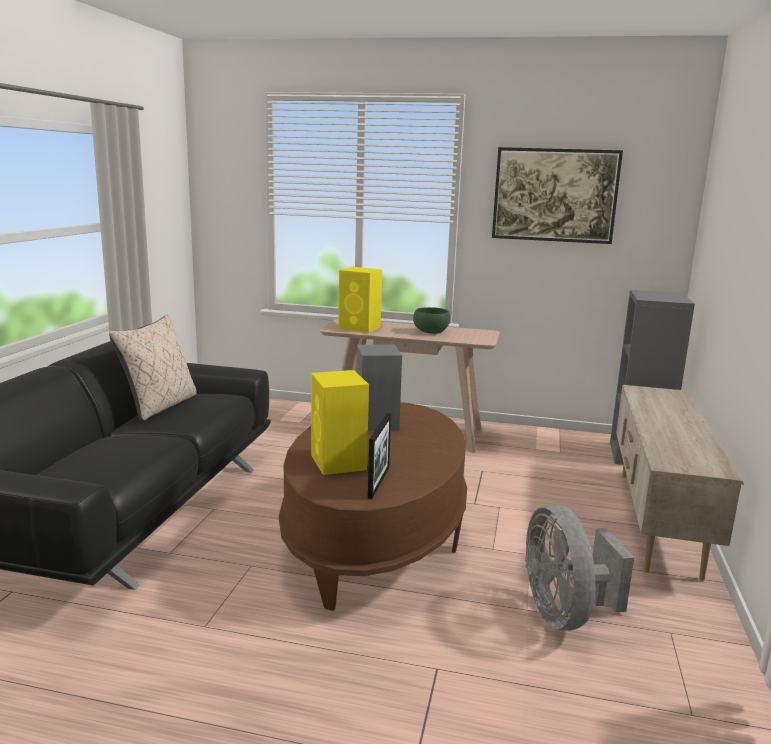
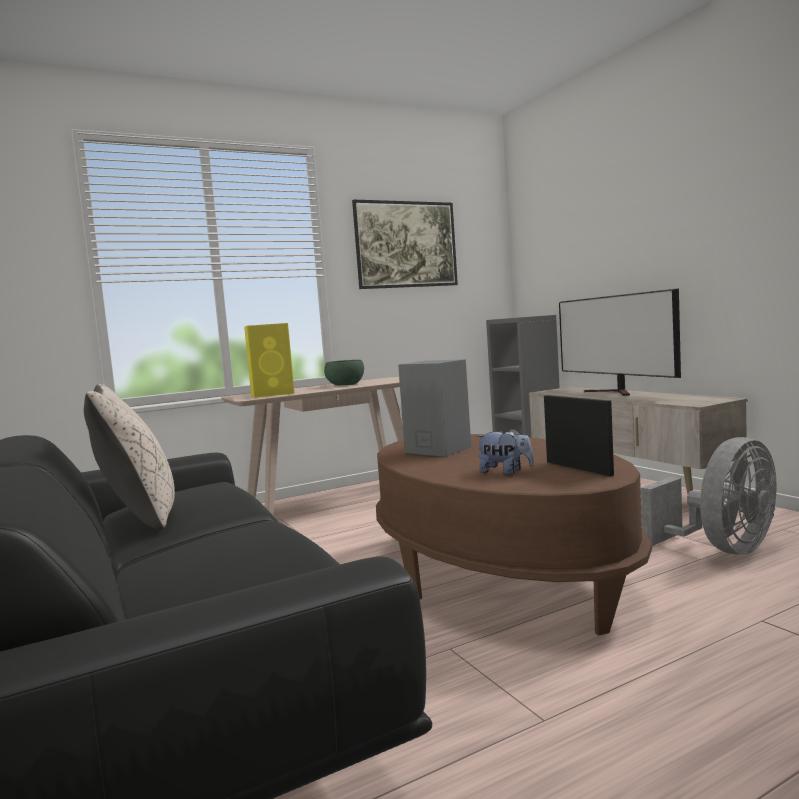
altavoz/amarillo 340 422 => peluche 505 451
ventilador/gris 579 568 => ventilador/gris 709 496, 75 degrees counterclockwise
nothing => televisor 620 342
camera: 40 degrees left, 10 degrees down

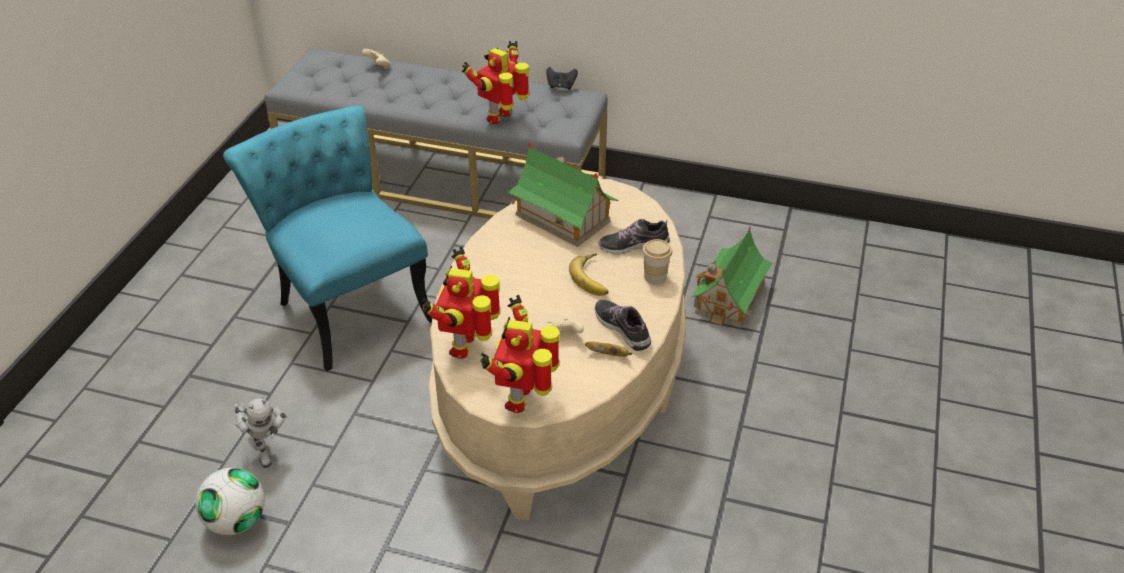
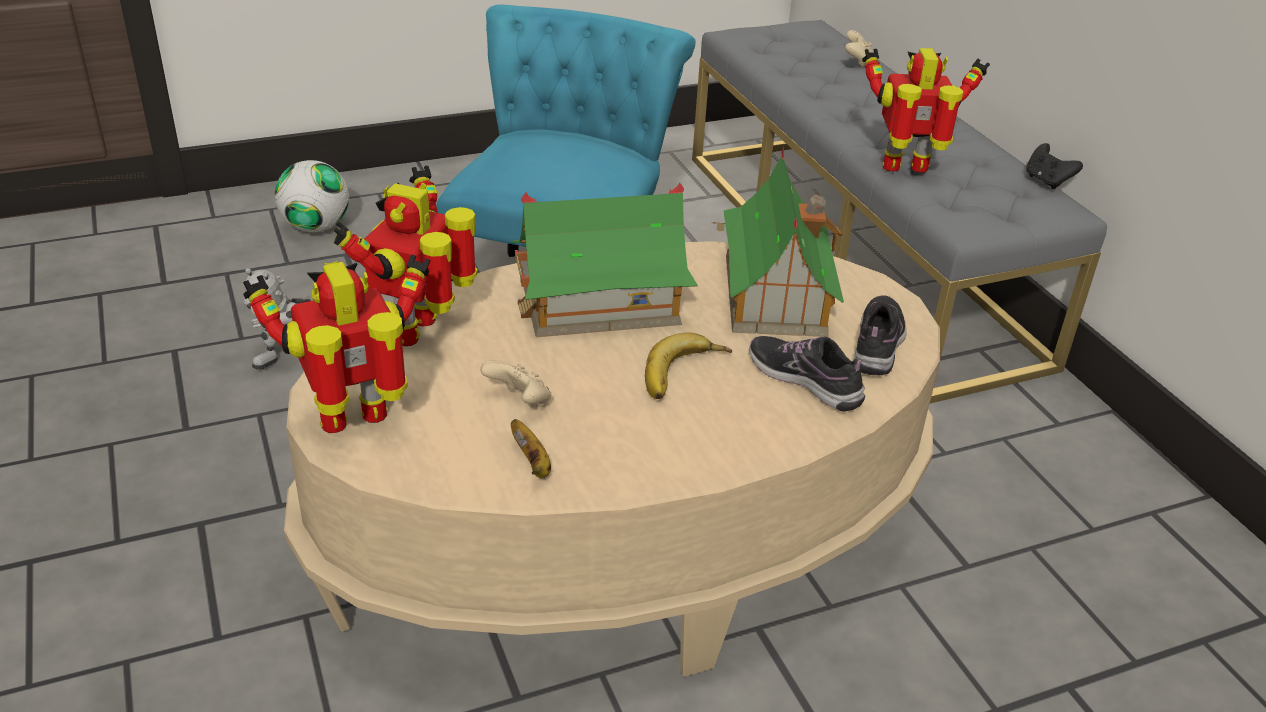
balón de fútbol 230 501 => balón de fútbol 312 196, relocated
robot de juguete 462 303 => robot de juguete 405 256, 45 degrees counterclockwise
zapato 622 325 => zapato 880 335, relocated
taza 657 261 => nothing
casita 732 277 => casita 604 259, relocated
camera: 50 degrees right, 5 degrees down

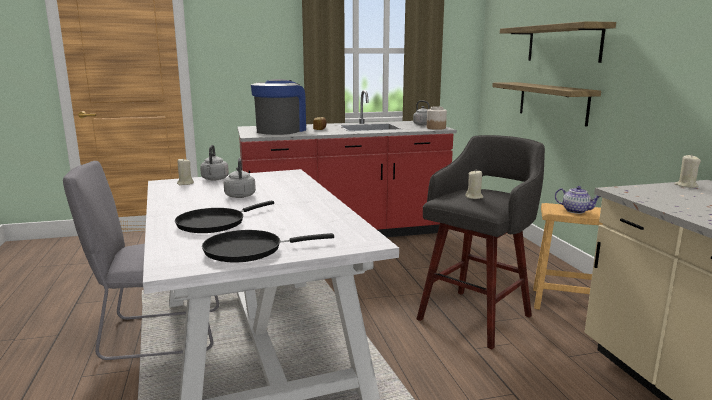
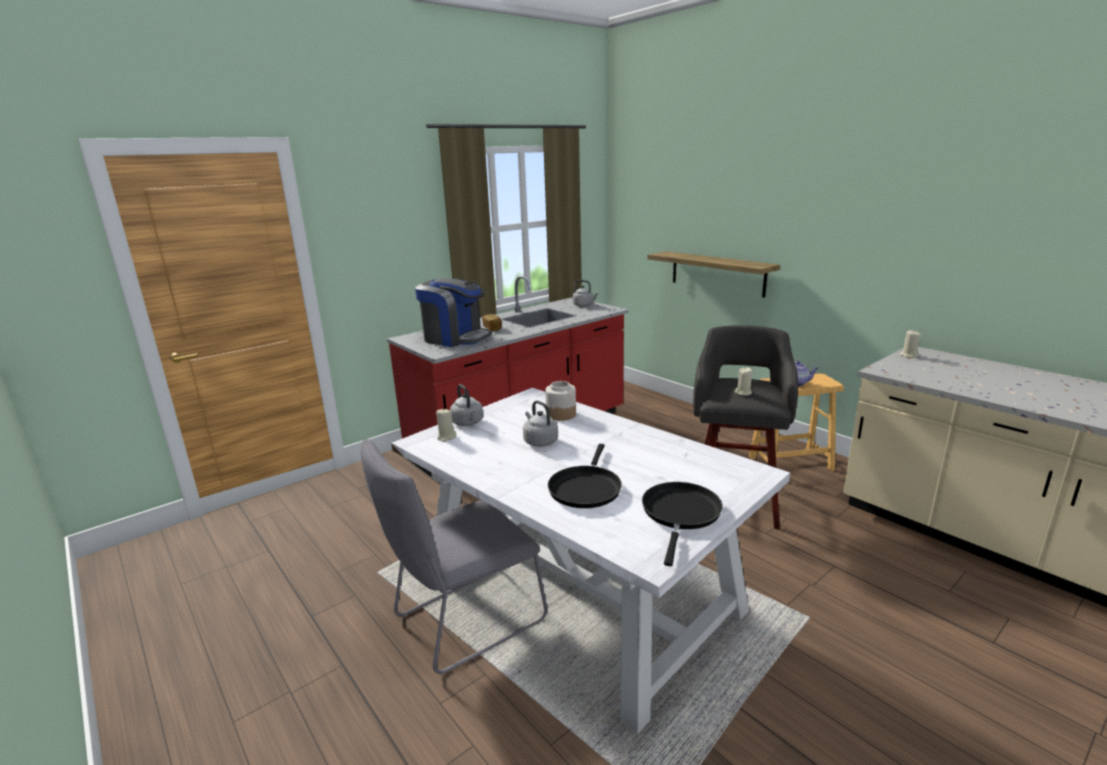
sartén/negro 268 246 => sartén/negro 682 524, 150 degrees clockwise
cafetera 278 107 => cafetera 453 312, 120 degrees clockwise
tarro 437 118 => tarro 560 401, relocated
estante 558 42 => nothing
camera: 25 degrees left, 5 degrees up

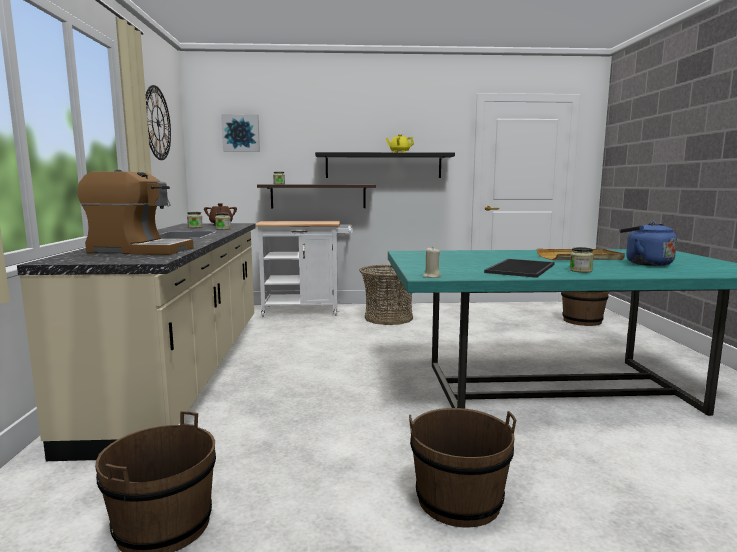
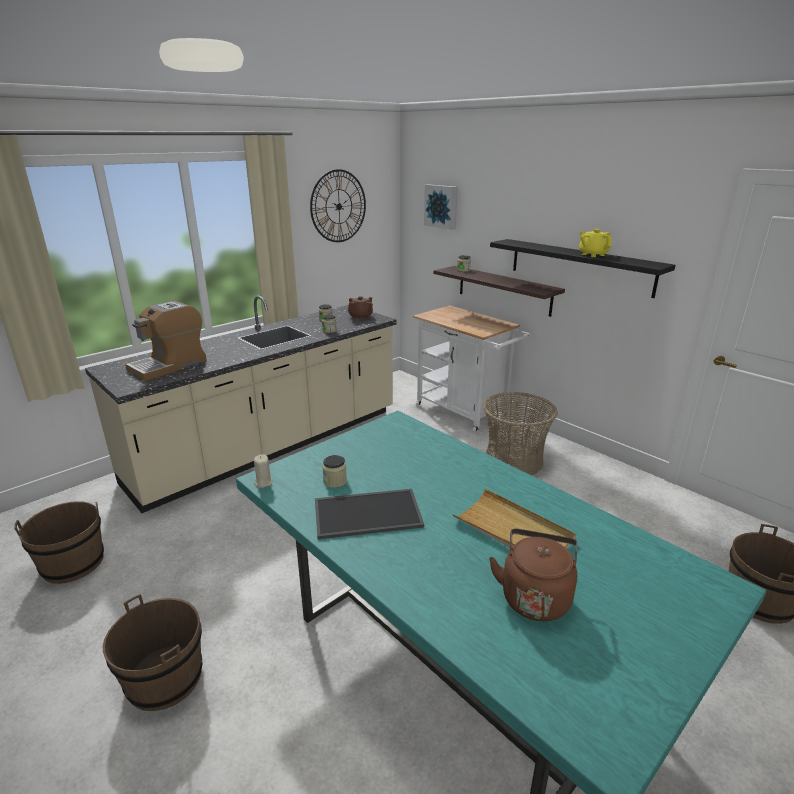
cafetera 135 212 => cafetera 166 341, 75 degrees clockwise
tarro 582 260 => tarro 335 471, relocated
hervidor/azul 648 244 => hervidor/marrón 533 575
camera: 50 degrees right, 15 degrees up

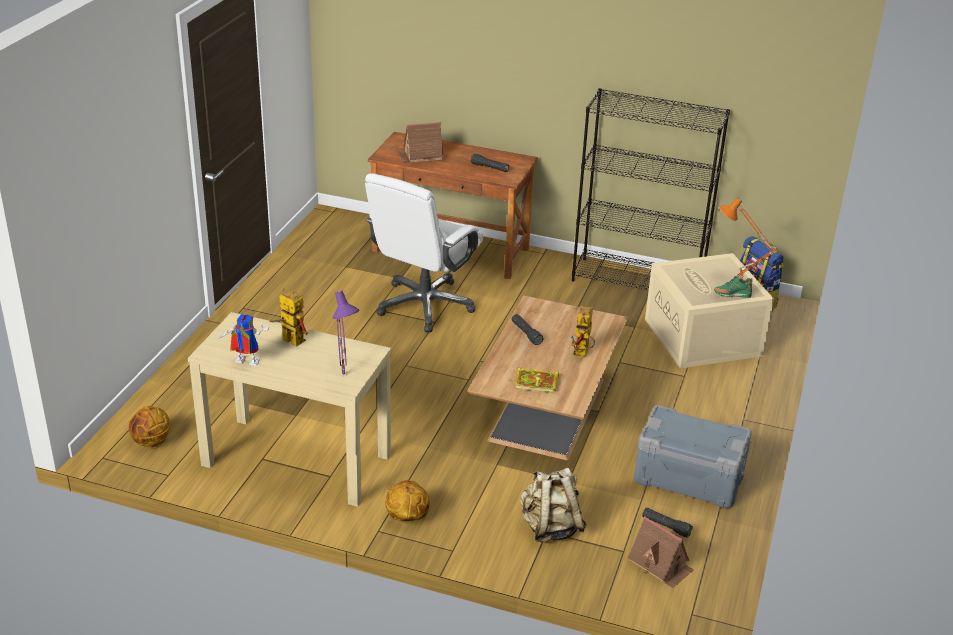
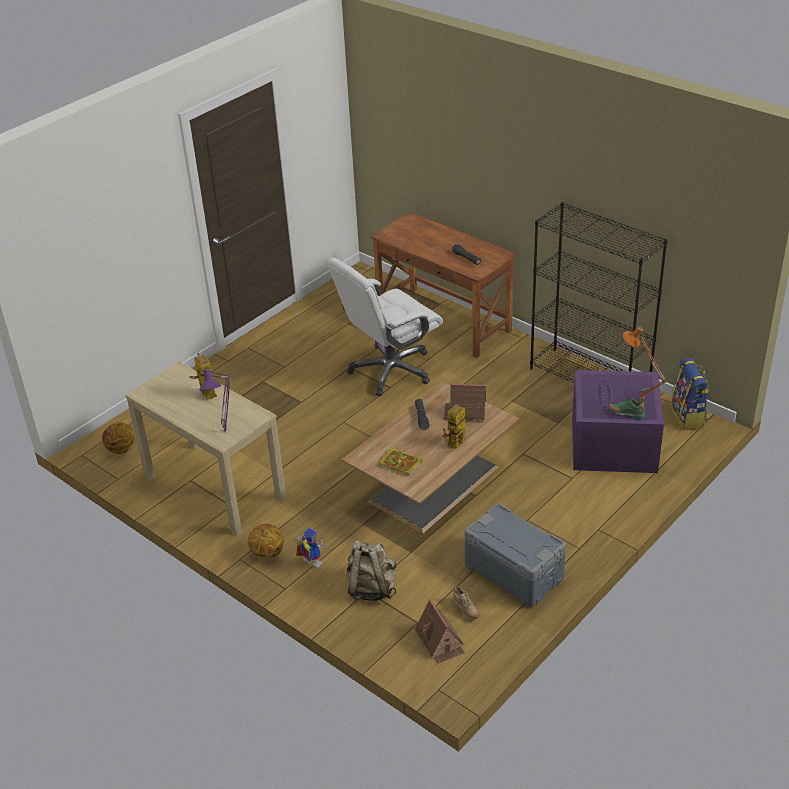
robot de juguete 244 340 => robot de juguete 309 548, relocated
casita 421 142 => casita 465 402, relocated
linterna/negro 667 523 => zapato/beis 466 603
caja de almacenaje/beis 709 311 => caja de almacenaje/morado 618 421
camera: 25 degrees right, 5 degrees up

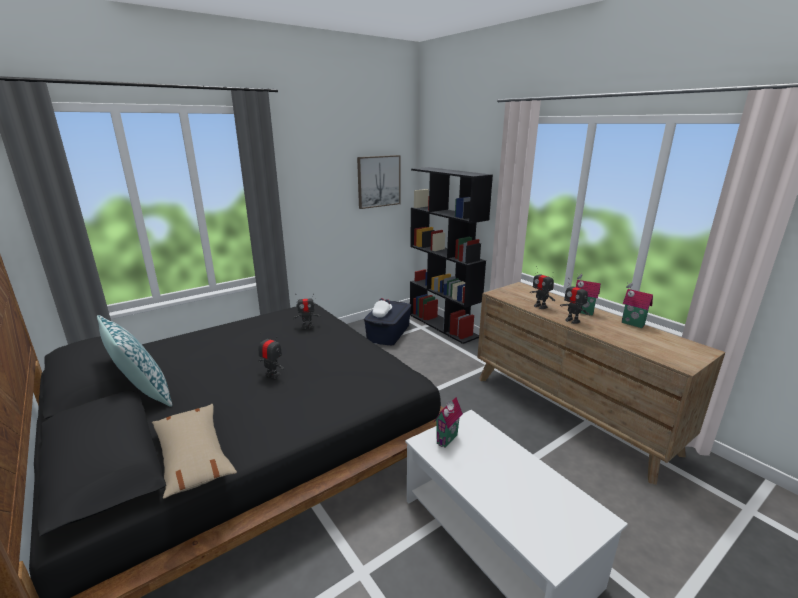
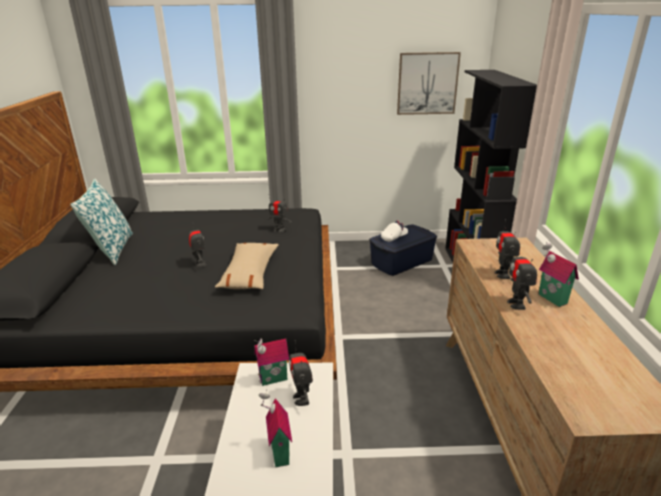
cojín/beis 194 451 => cojín/beis 247 266, relocated
casita 637 305 => casita 275 428, relocated
nothing => robot de juguete 301 373
camera: 35 degrees right, 5 degrees up

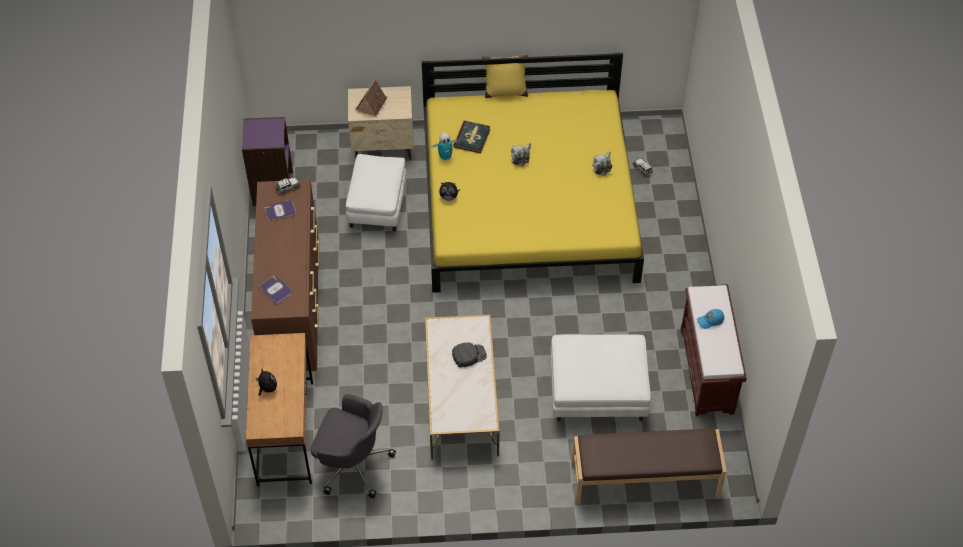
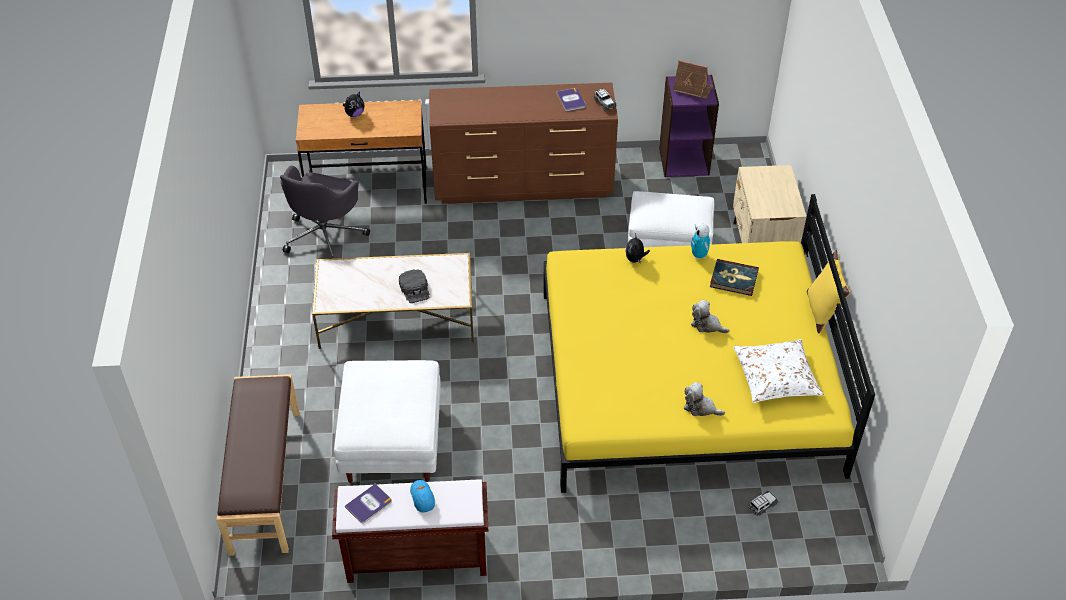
libro 275 290 => libro 368 503, relocated
casita 371 97 => casita 693 79, relocated
nothing => cojín/blanco 778 371
camera: 90 degrees right, 5 degrees down

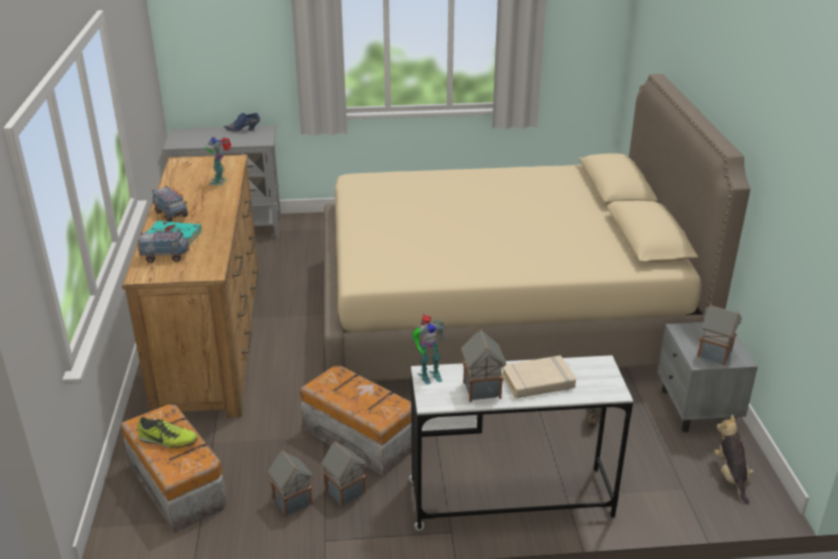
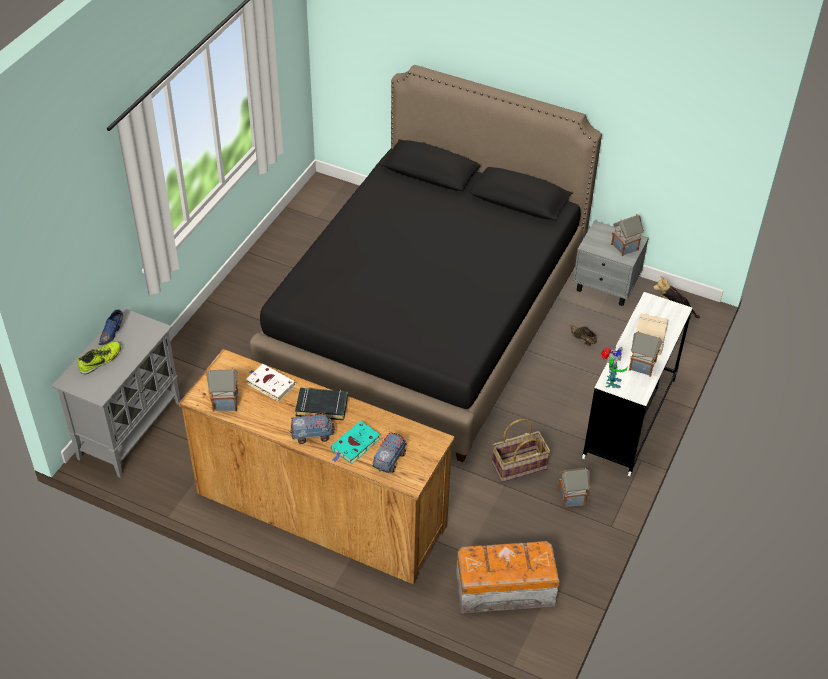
zapato 168 432 => zapato 99 358, relocated
robot de juguete 218 161 => libro/blanco 271 383
casita 290 483 => casita 222 389, relocated
caja de almacenaje 356 421 => cesta 521 450
cama/beis 537 227 => cama/negro 426 263
nothing => libro/negro 321 403
camera: 60 degrees left, 15 degrees up

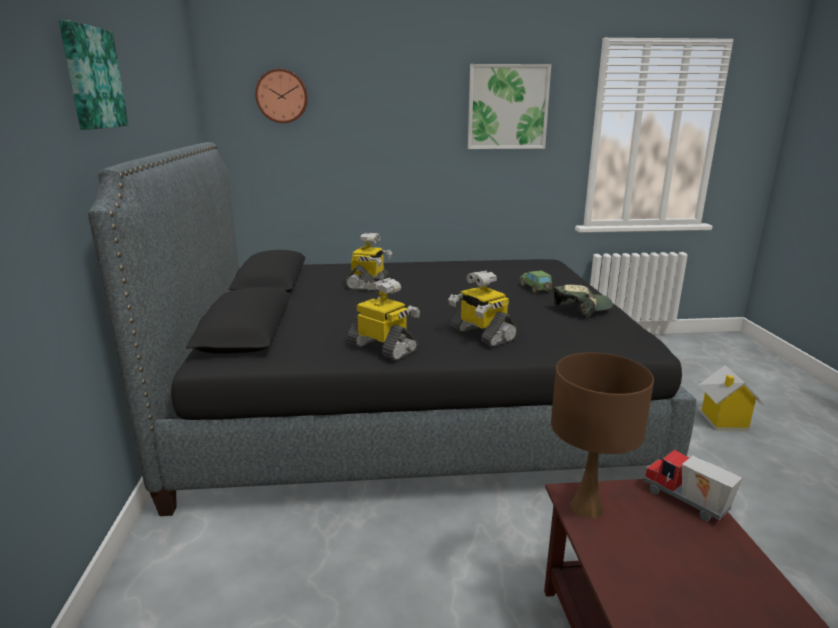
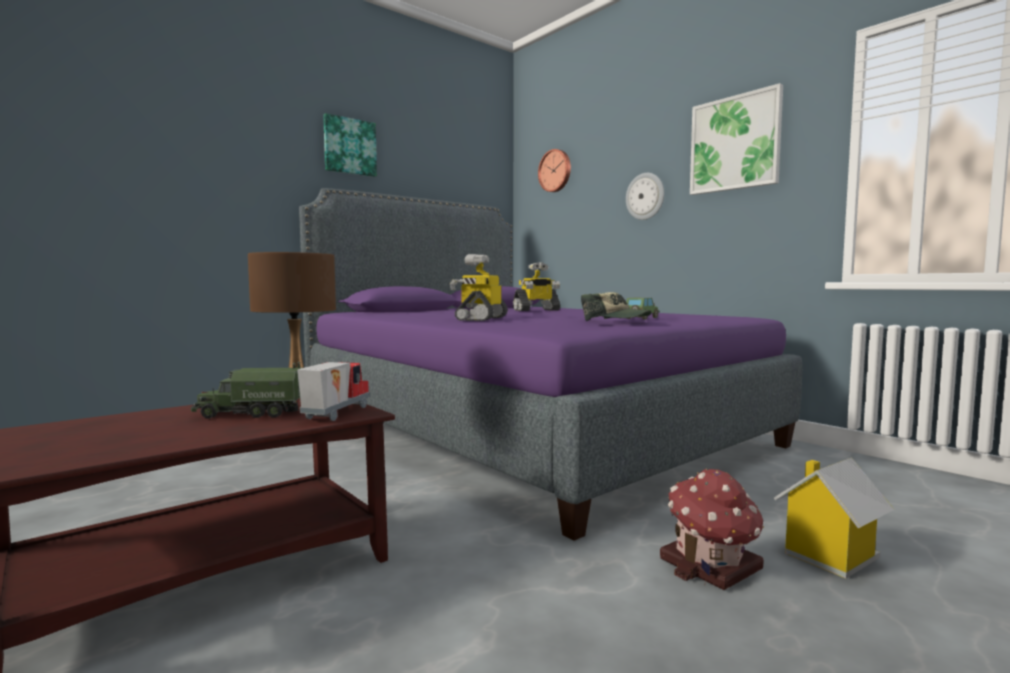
cama/negro 392 329 => cama/morado 550 364
robot de juguete 383 319 => nothing
nothing => camión de juguete 246 390
nothing => reloj de pared 645 196
nothing => casita 712 529
camera: 55 degrees right, 15 degrees down

